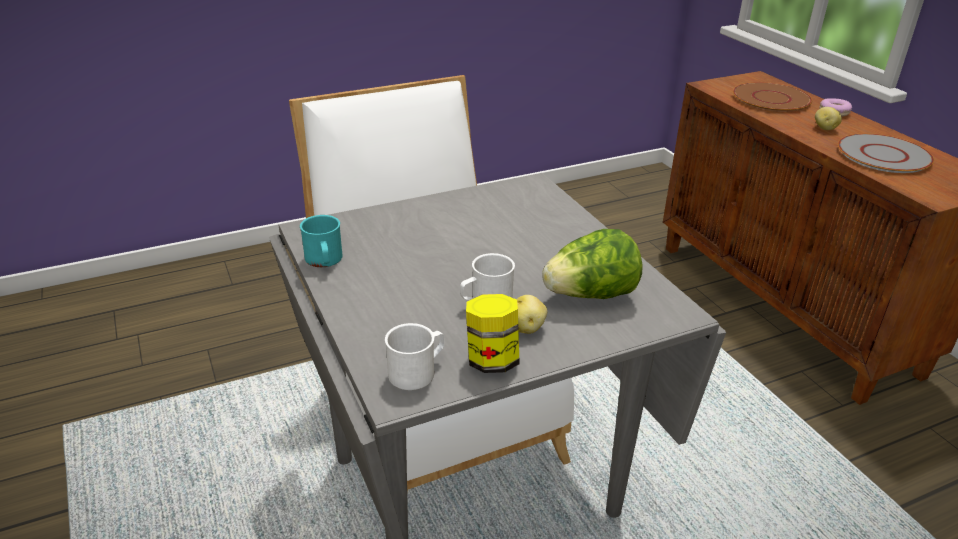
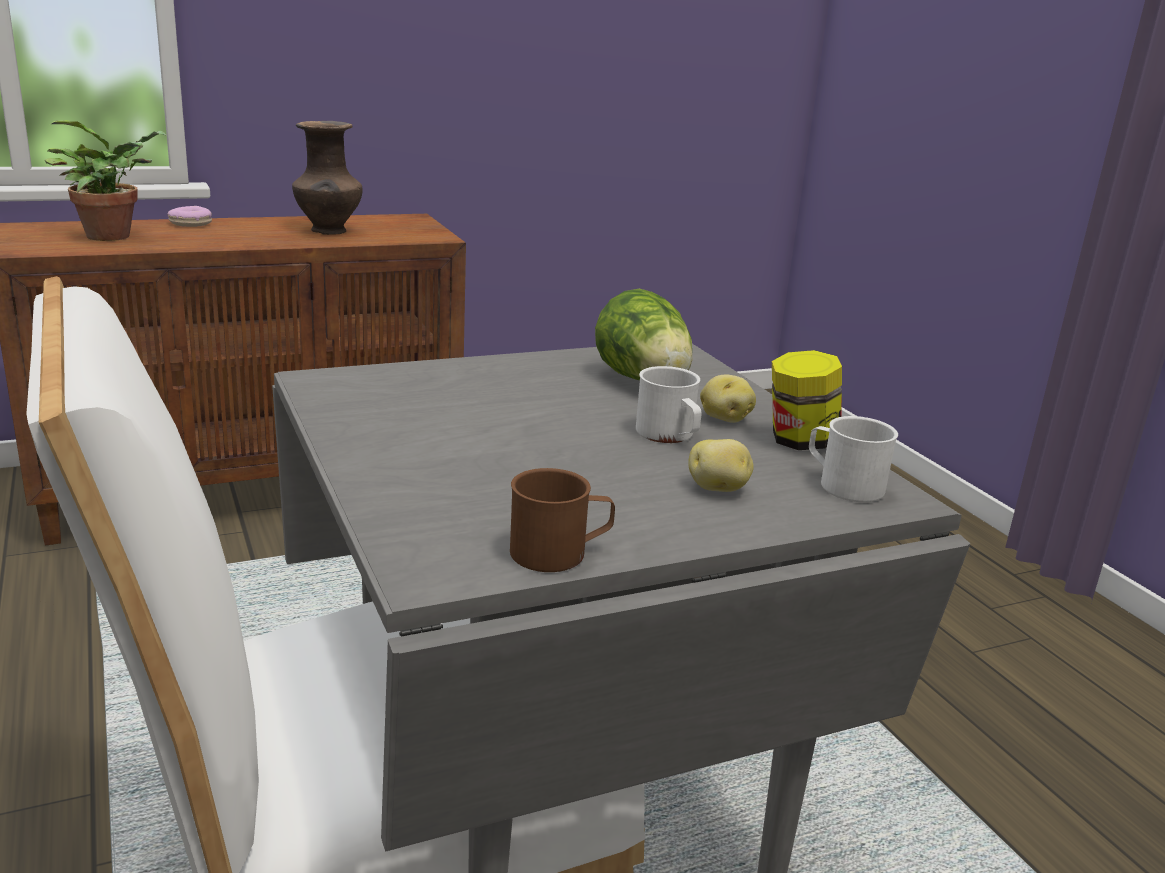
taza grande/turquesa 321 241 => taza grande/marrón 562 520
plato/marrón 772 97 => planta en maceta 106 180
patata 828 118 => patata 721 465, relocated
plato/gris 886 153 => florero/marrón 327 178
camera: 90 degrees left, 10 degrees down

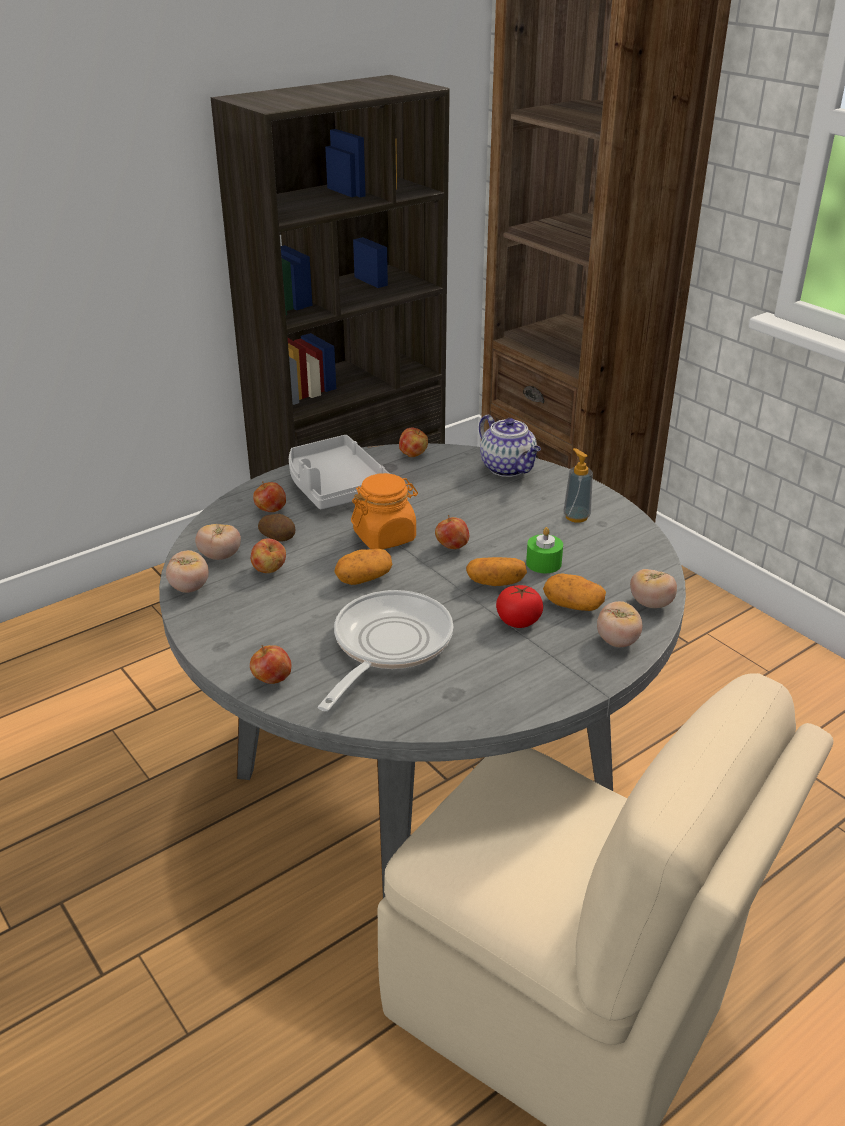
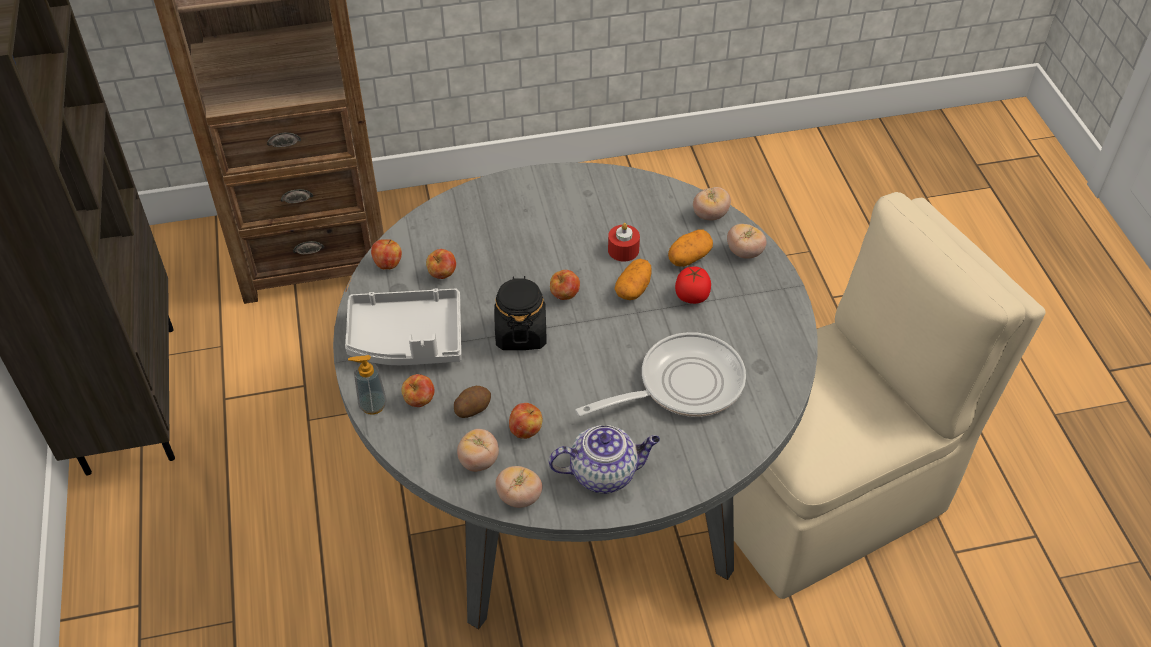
manzana 270 664 => manzana 441 264, relocated
sartén 385 650 => sartén 660 374, 105 degrees clockwise
patata 363 567 => nothing
tarro/naranja 384 511 => tarro/negro 520 313
tetera 510 446 => tetera 604 459, relocated
vela/verde 544 550 => vela/rojo 624 242
dispensador de jabón 578 485 => dispensador de jabón 367 385, relocated
camera: 65 degrees left, 15 degrees up

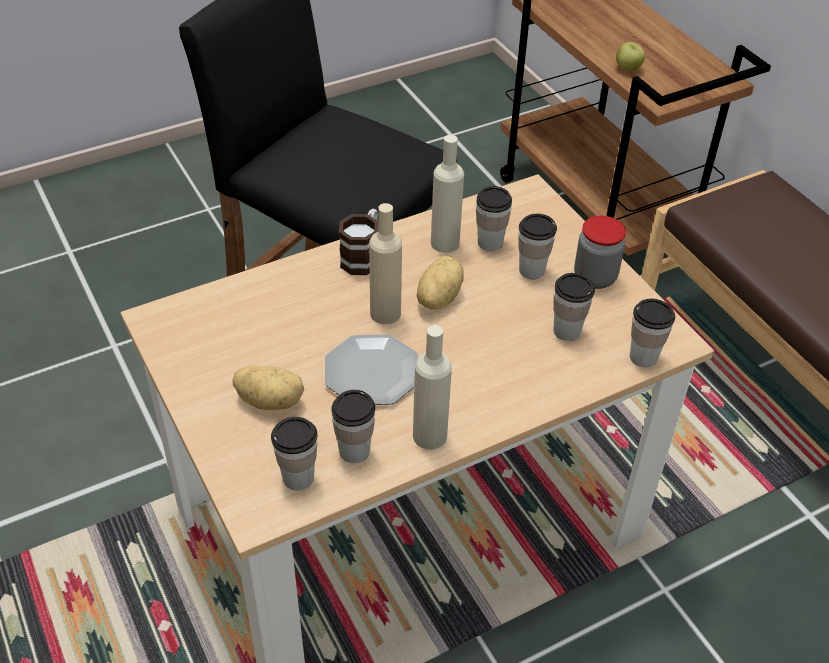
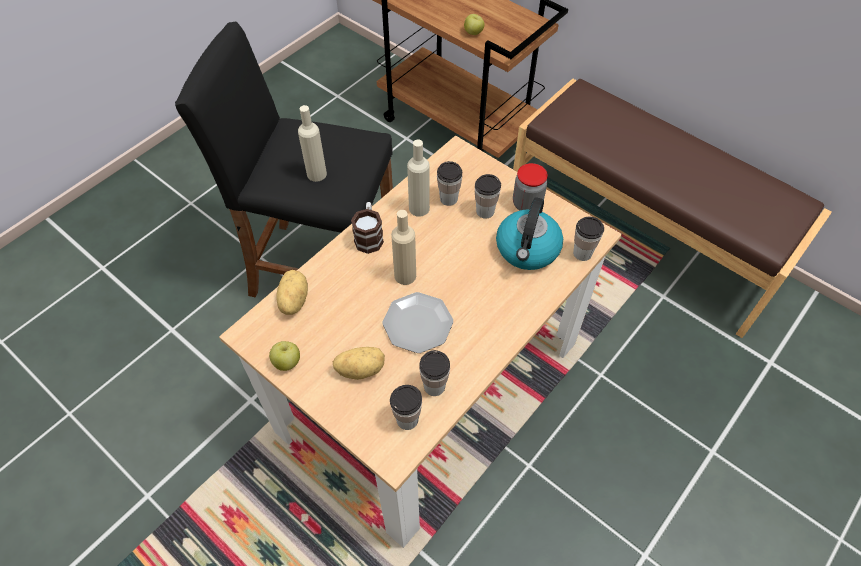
botella/beis 432 387 => botella/beis 312 143, relocated
patata 440 282 => patata 292 292, relocated
taza 574 307 => hervidor 529 233
nothing => manzana 284 356
camera: 20 degrees left, 10 degrees up

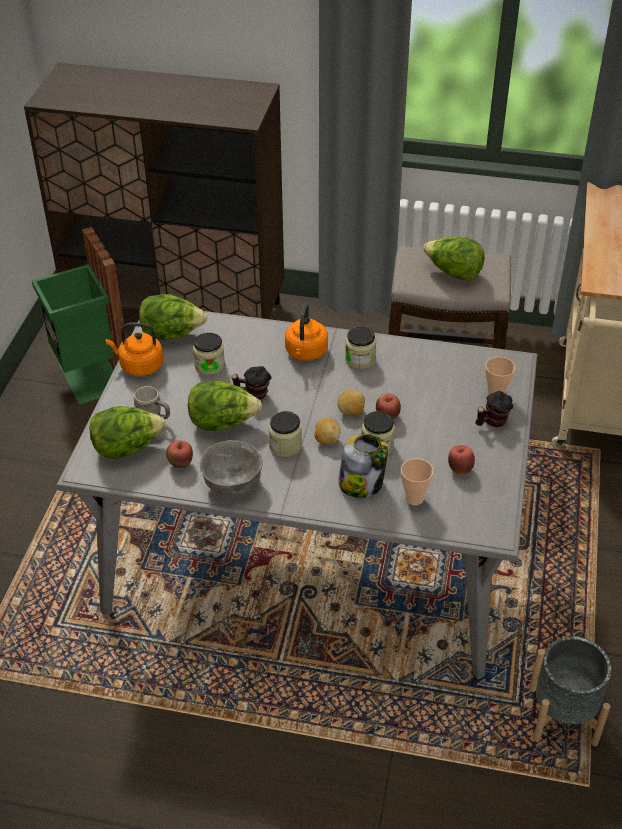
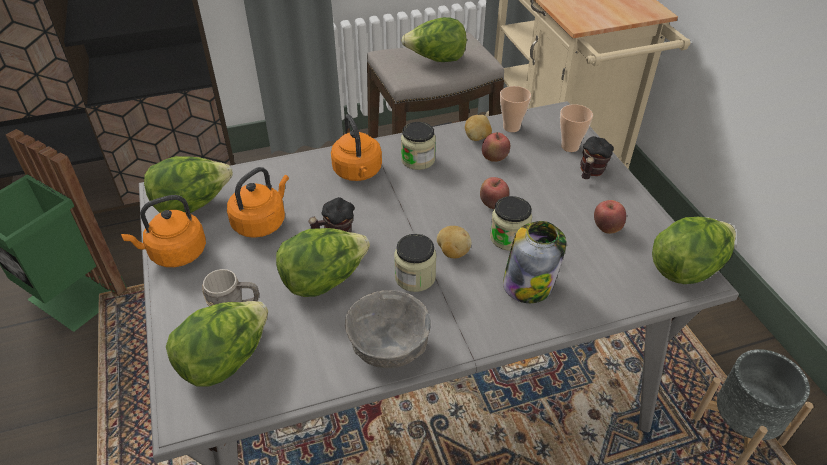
manzana 179 454 => manzana 496 147, relocated
tarro 209 354 => hervidor/naranja 258 202
patata 351 402 => patata 478 128, relocated
taza 417 482 => taza 515 109, relocated
nothing => lechuga 694 250
camera: 30 degrees left, 0 degrees up

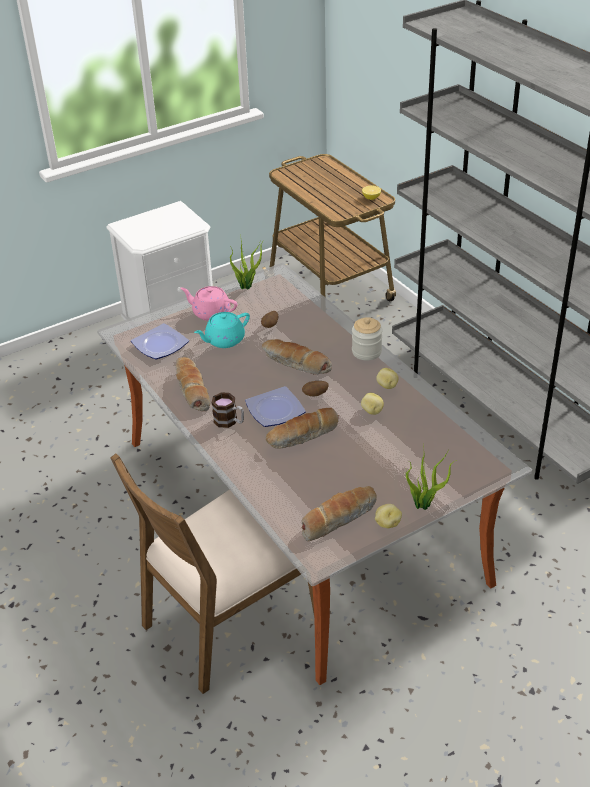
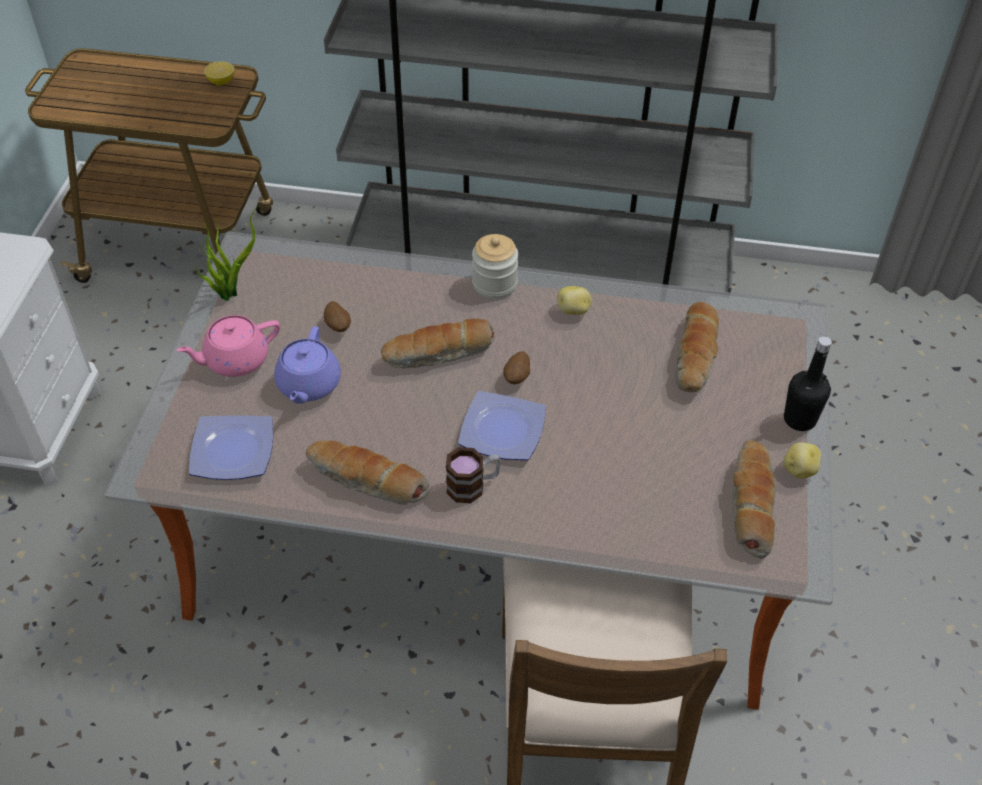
tetera/turquesa 222 330 => tetera/morado 307 365
pan 302 428 => pan 696 347, relocated
patata 372 404 => nothing
planta en maceta 431 478 => botella/negro 808 383
camera: 50 degrees left, 10 degrees up

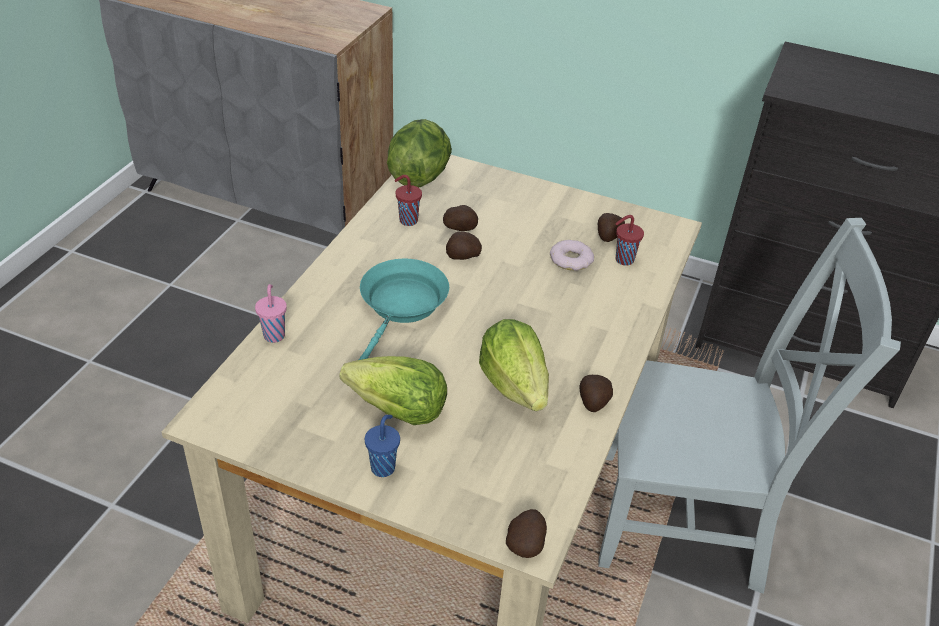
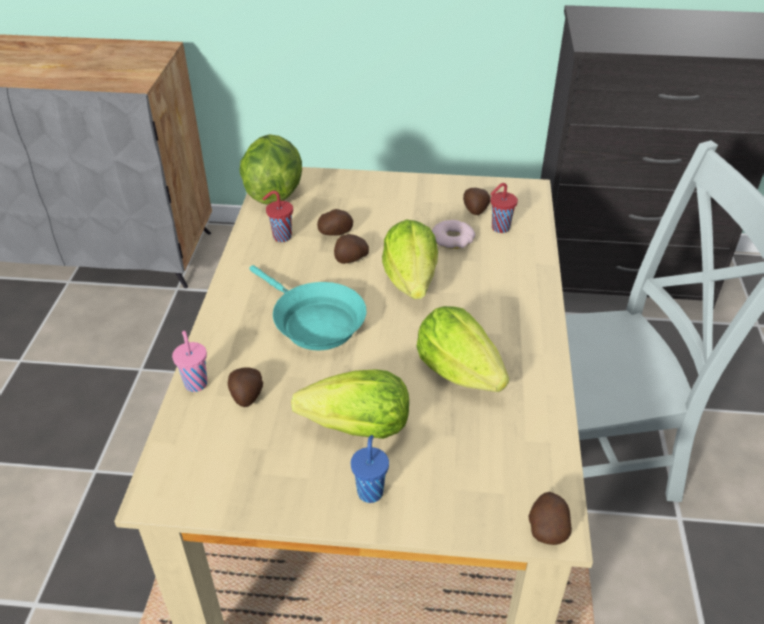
sartén/turquesa 404 309 => sartén/turquesa 307 307, 135 degrees clockwise
patata 596 393 => patata 245 387, relocated
nothing => lechuga 410 259
camera: 15 degrees left, 0 degrees up

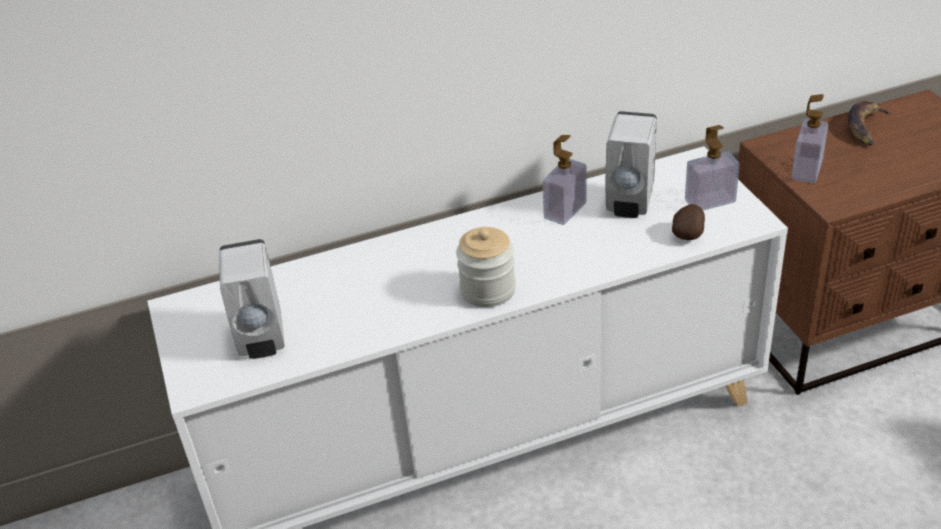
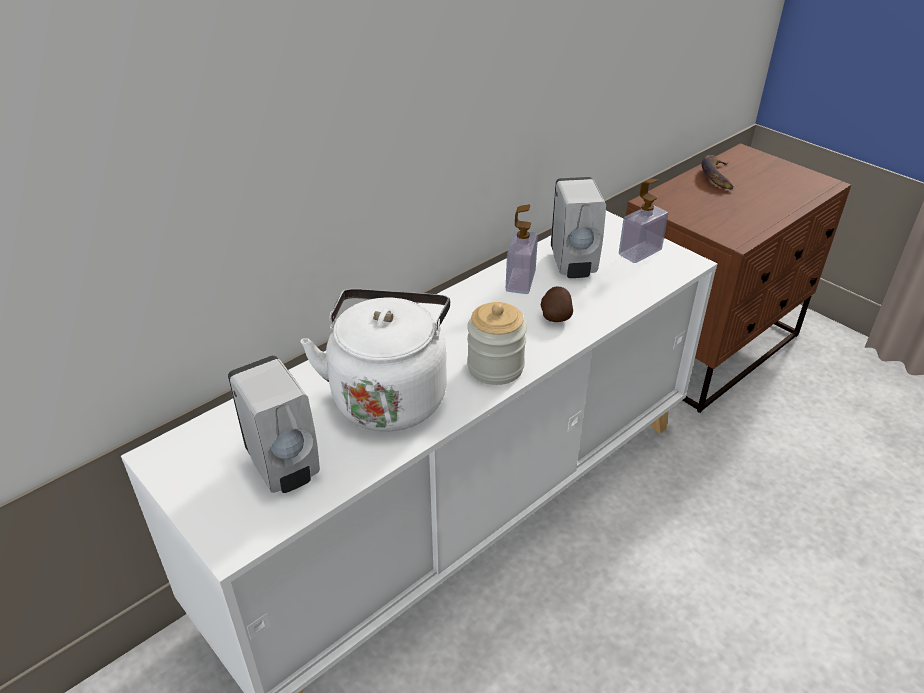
patata 688 222 => patata 557 304, relocated
dispensador de jabón 810 138 => nothing
nothing => hervidor/blanco 375 360
camera: 25 degrees left, 0 degrees up

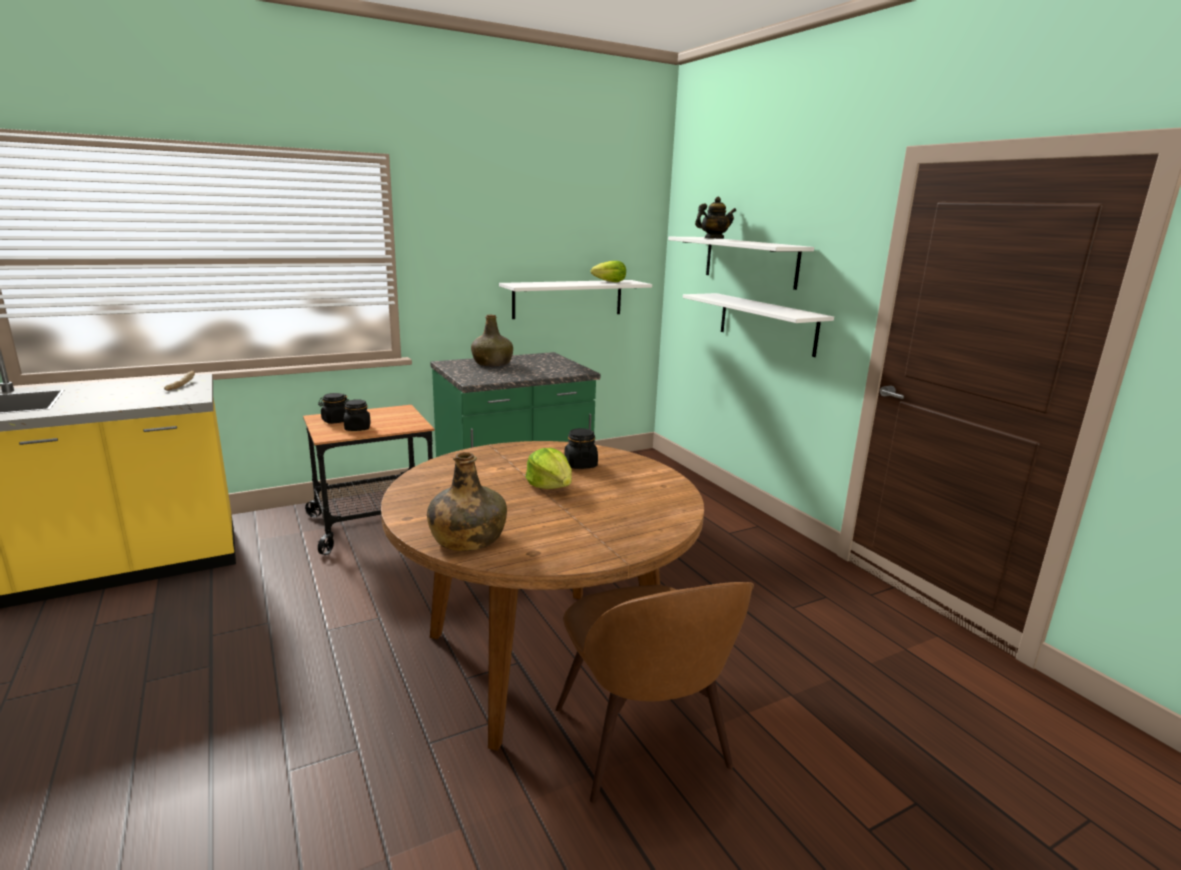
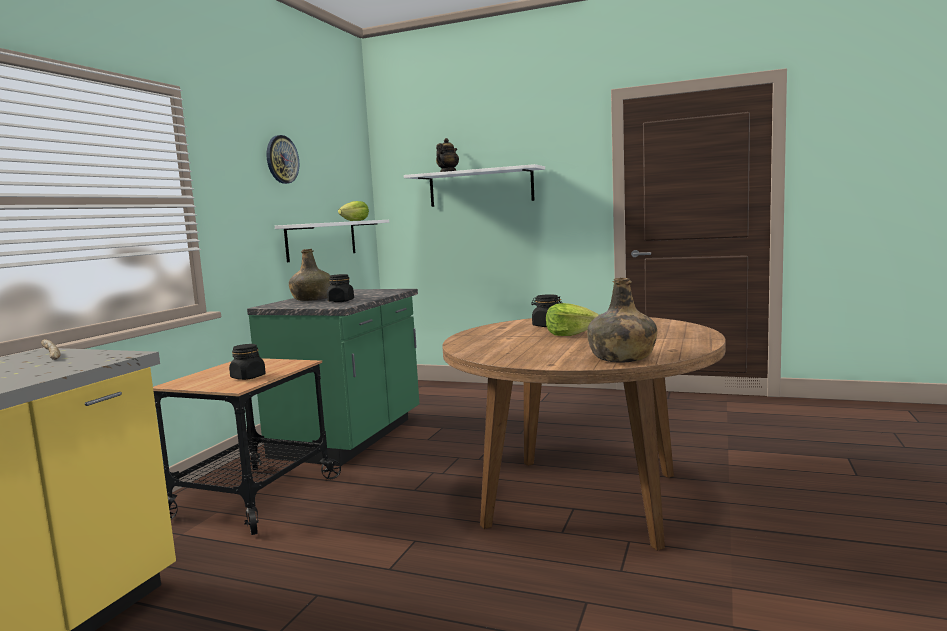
tarro/negro 333 408 => tarro/negro 340 288, relocated
silla/marrón 654 692 => nothing
estante/blanco 758 325 => nothing
nothing => reloj de pared 282 159
camera: 40 degrees left, 10 degrees down

